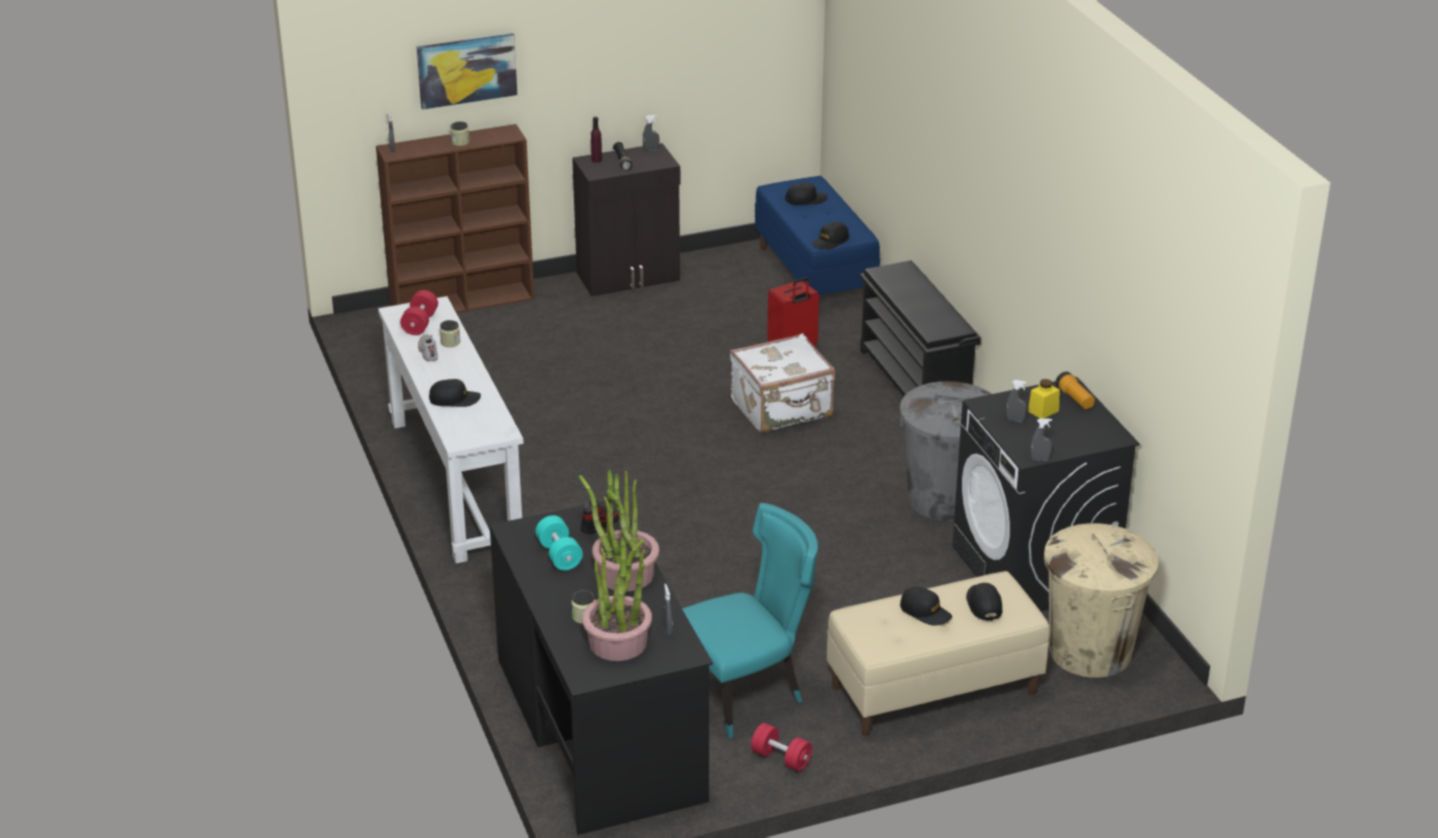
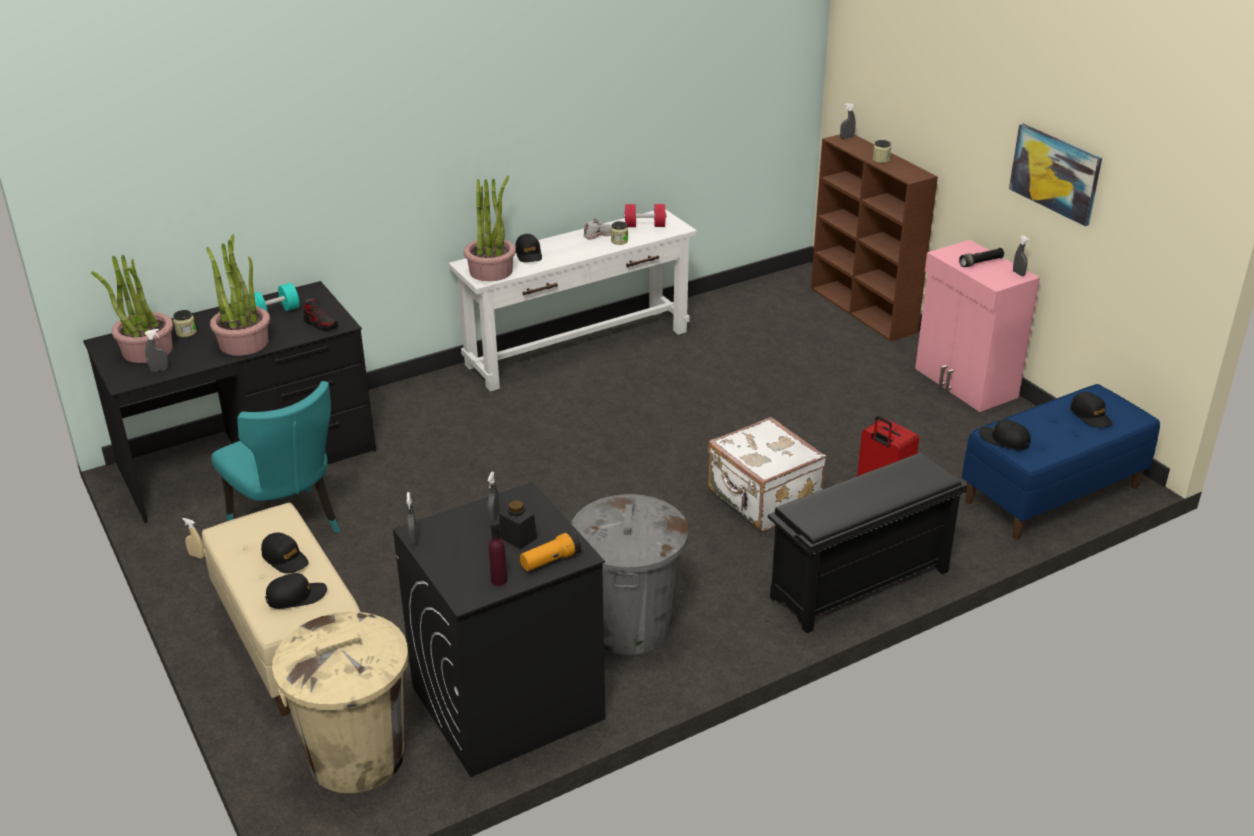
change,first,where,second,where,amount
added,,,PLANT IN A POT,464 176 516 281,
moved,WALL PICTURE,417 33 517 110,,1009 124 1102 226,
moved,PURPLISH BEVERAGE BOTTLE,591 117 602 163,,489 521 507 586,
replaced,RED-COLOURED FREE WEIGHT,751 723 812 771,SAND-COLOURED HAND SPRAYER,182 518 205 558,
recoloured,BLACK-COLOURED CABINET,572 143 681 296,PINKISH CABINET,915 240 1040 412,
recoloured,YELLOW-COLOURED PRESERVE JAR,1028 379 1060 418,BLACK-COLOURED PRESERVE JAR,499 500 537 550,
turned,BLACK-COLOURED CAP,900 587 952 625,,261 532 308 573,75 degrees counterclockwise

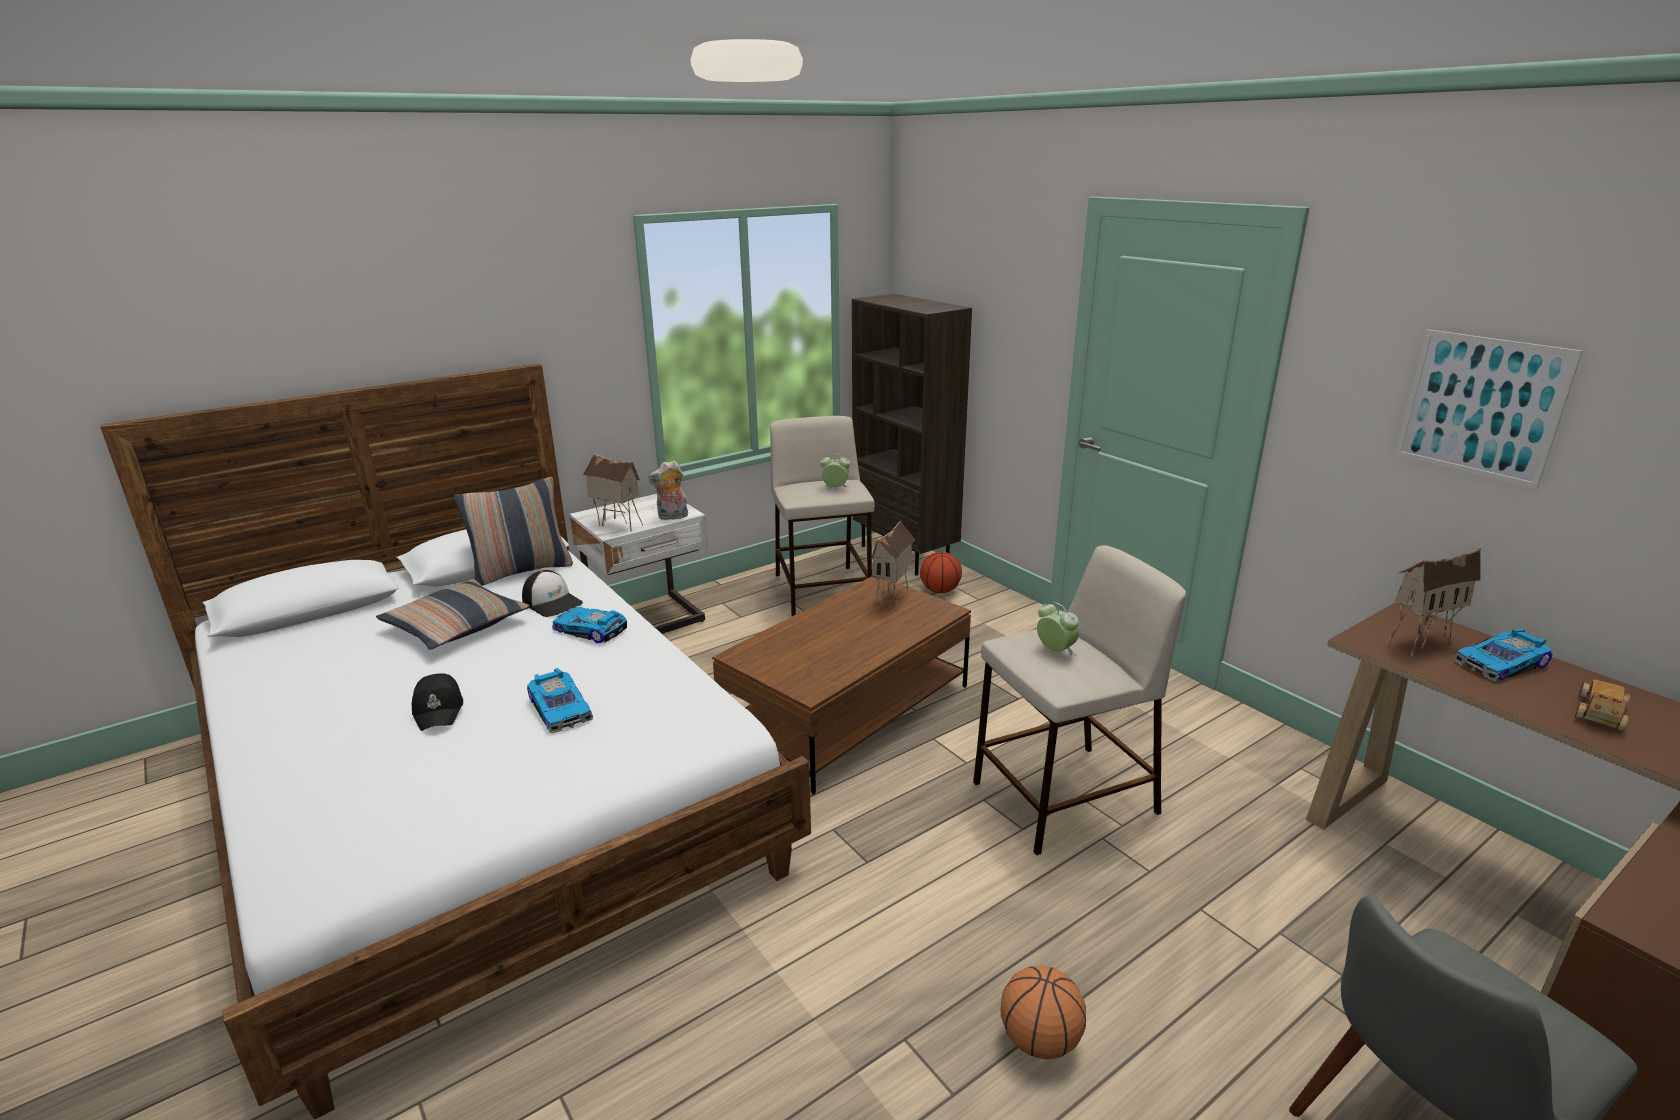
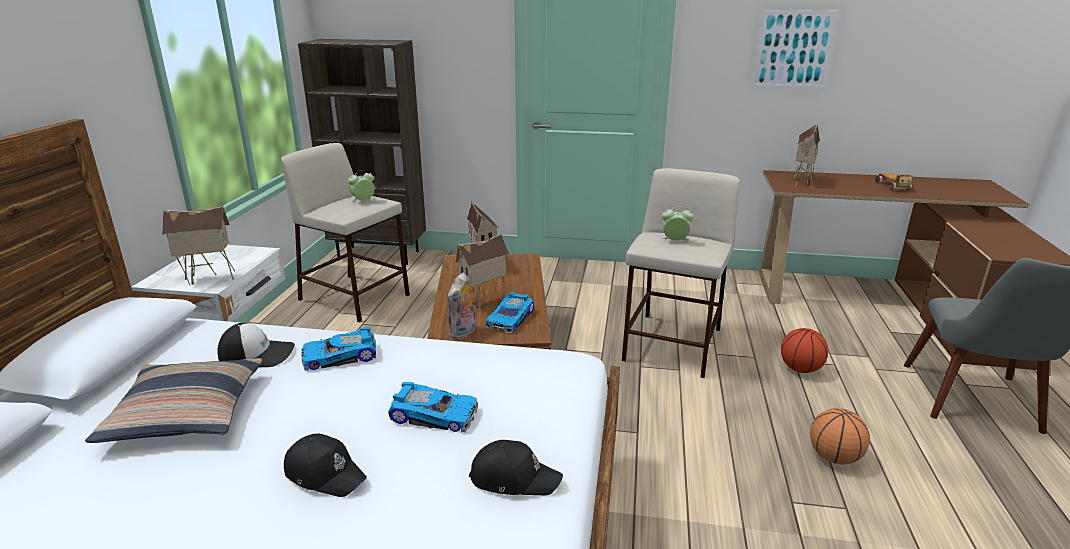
change,first,where,second,where,amount
removed,PILLOW,454 477 573 586,,,
added,,,MODEL HOUSE,456 234 510 311,
added,,,BLACK-COLOURED CAP,469 440 563 495,
moved,SOFT TOY,649 460 688 520,,447 273 476 339,
moved,BASKETBALL,920 552 962 593,,781 328 828 373,
moved,TOY CAR,1453 628 1553 681,,485 291 534 333,

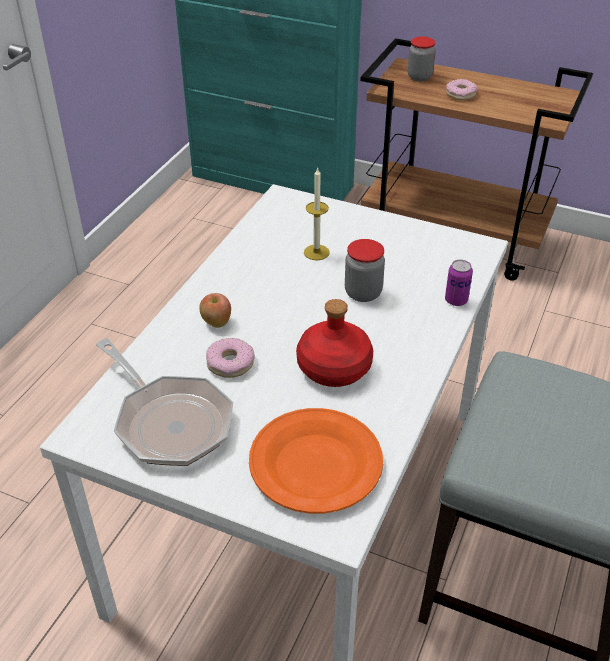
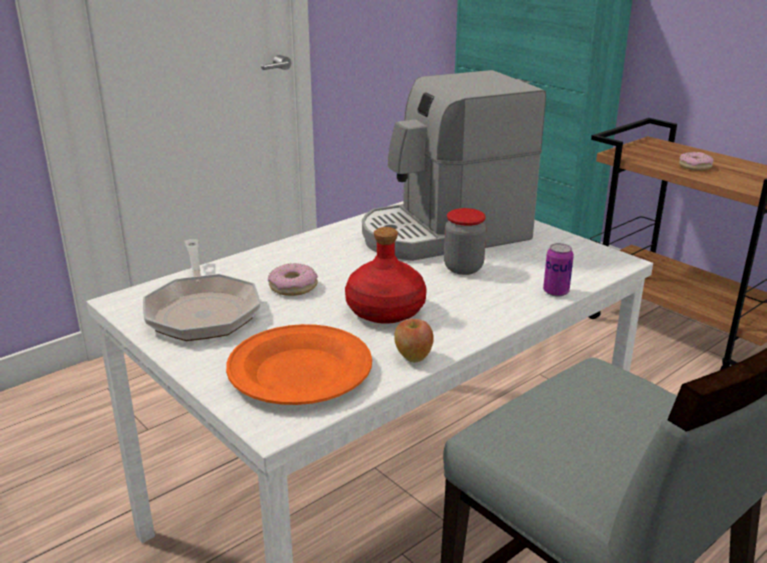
change,first,where,second,where,amount
removed,PRESERVE JAR,408 36 436 81,,,
moved,APPLE,199 293 231 328,,394 319 434 362,
replaced,CANDLE,304 168 330 260,COFFEE BREWER,362 70 546 261,

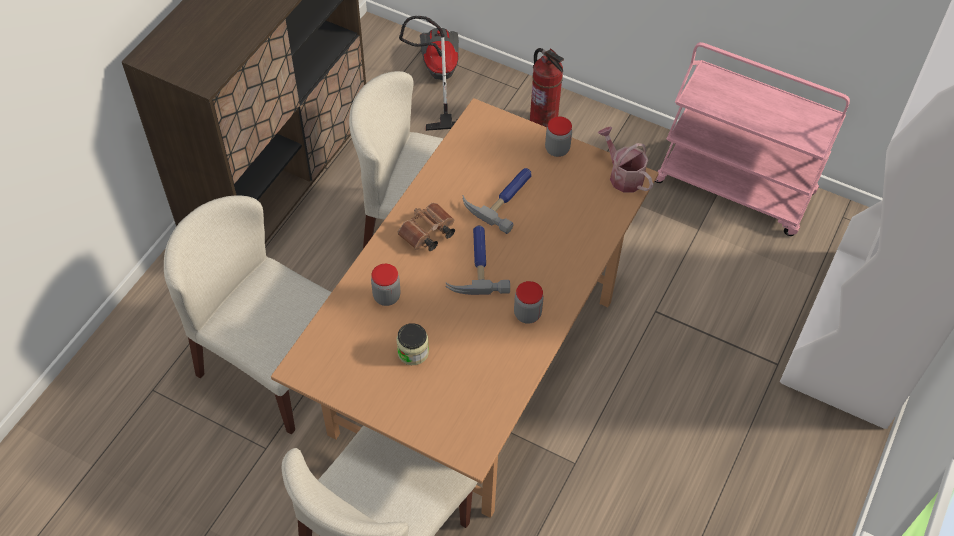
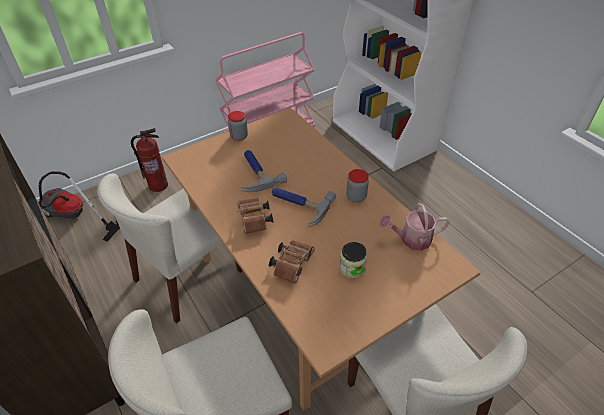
change,first,where,second,where,amount
moved,WATERING CAN,598 127 653 192,,380 203 449 251,
replaced,PRESERVE JAR,371 264 401 306,BROWNISH BINOCULARS,269 240 315 284,

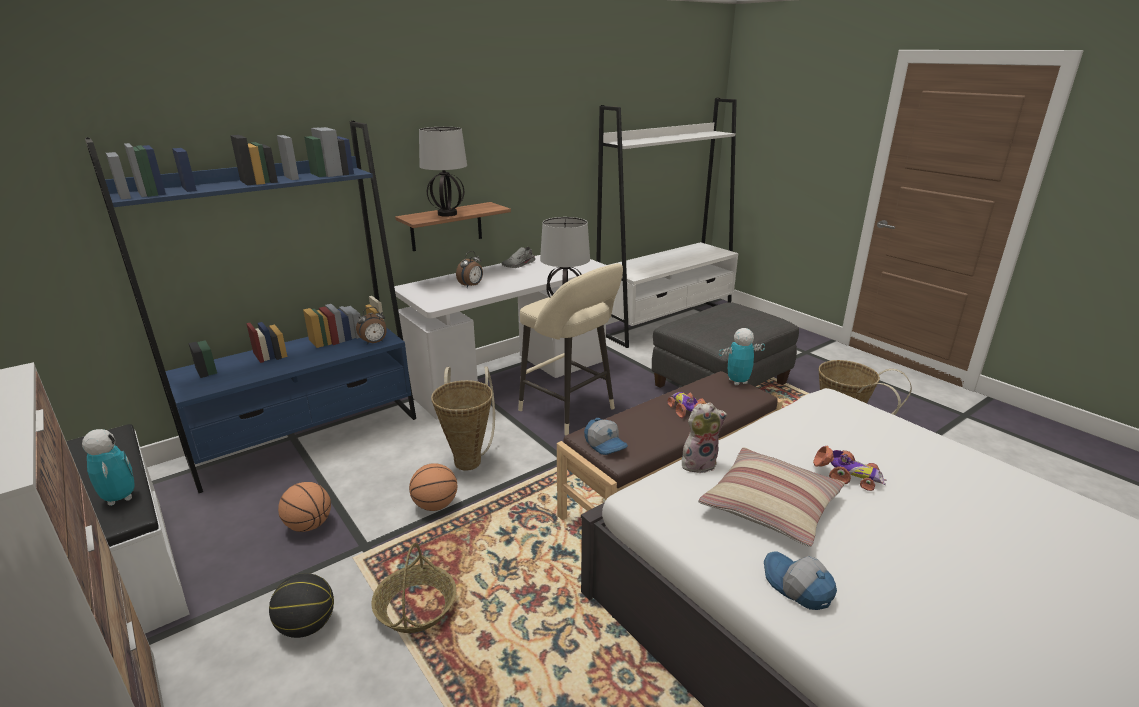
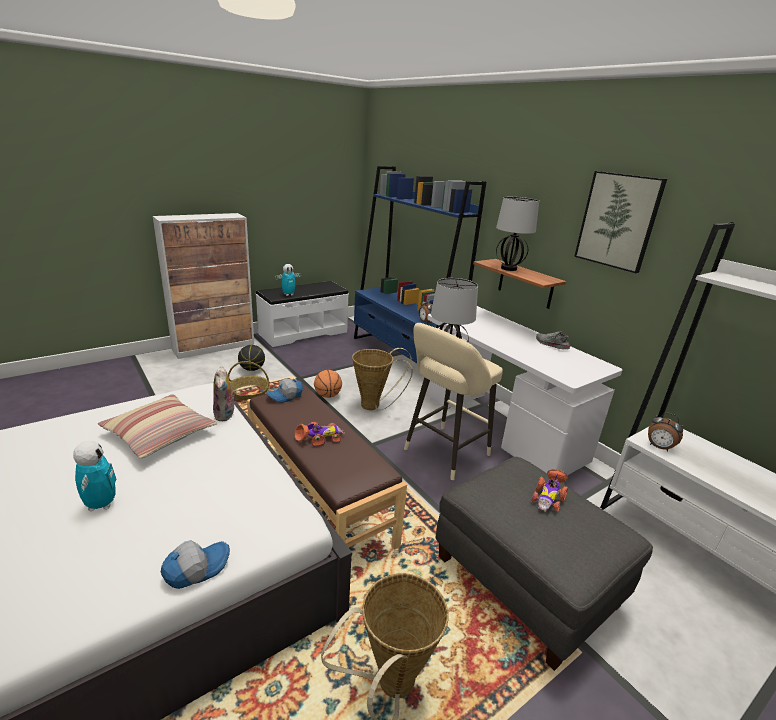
change,first,where,second,where,amount
removed,BASKETBALL,278 482 331 532,,,
added,,,WALL PICTURE,574 171 667 273,
moved,TABLE CLOCK,456 251 483 288,,648 413 683 452,
moved,MODEL ROBOT,719 328 765 385,,73 441 116 511,
moved,CAP,764 551 837 610,,161 540 230 589,
moved,TOY CAR,813 446 887 491,,531 469 568 512,

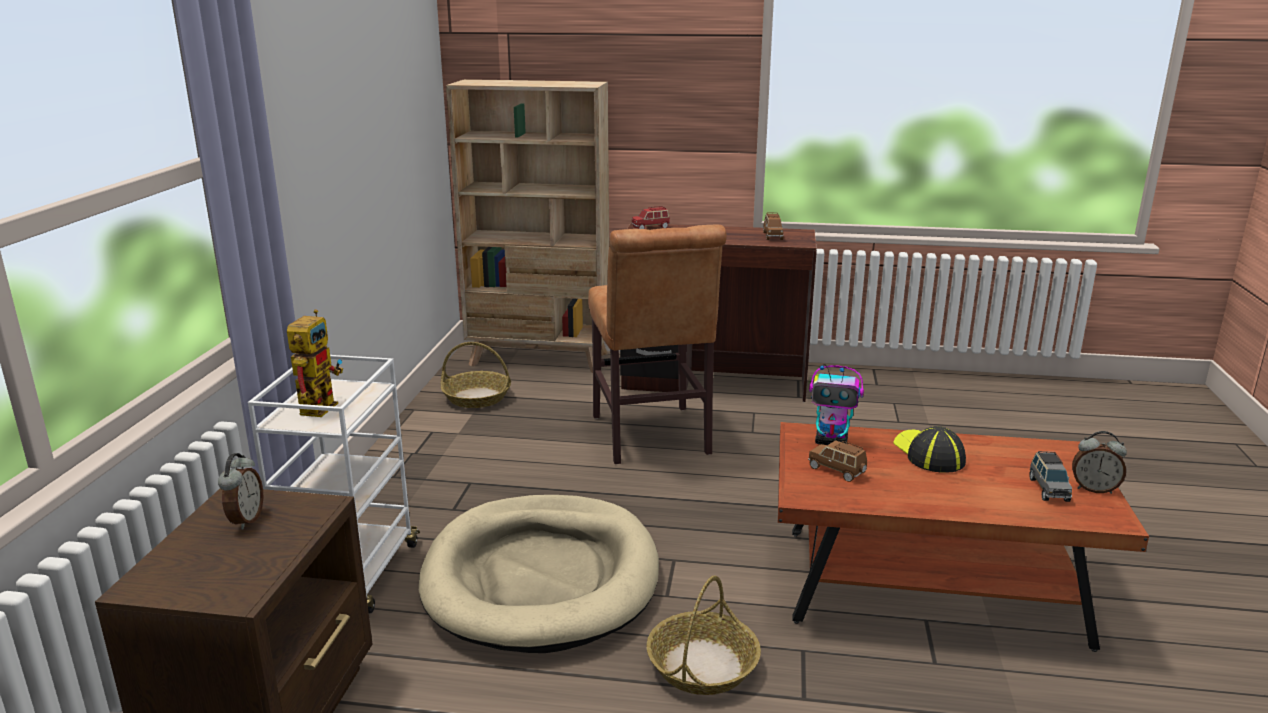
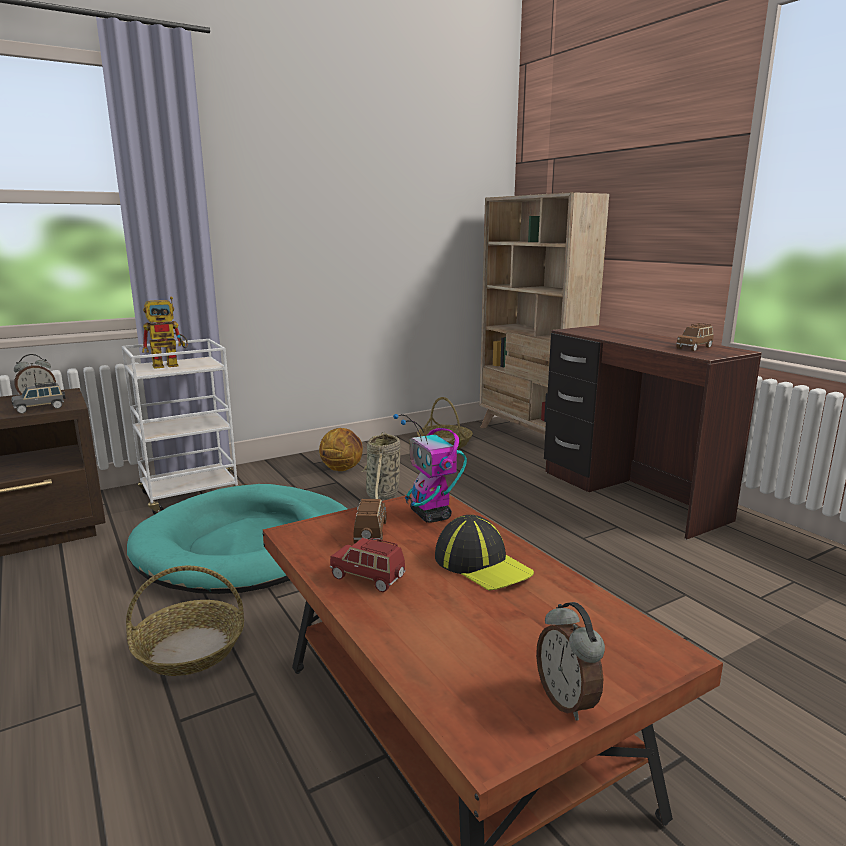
change,first,where,second,where,amount
removed,BROWNISH UPRIGHT CHAIR,588 225 727 464,,,
added,,,BASKETBALL,319 428 363 471,
added,,,HOUSEHOLD BASKET,361 432 401 499,
moved,RED-COLOURED TOY CAR,632 206 670 229,,330 538 405 592,
moved,GREY TOY CAR,1029 451 1072 502,,11 381 66 413,
recoloured,SAND-COLOURED DOG BED,419 495 659 653,TURQUOISE-COLOURED DOG BED,127 484 347 594,
turned,CAP,893 426 966 473,,435 515 534 591,105 degrees clockwise

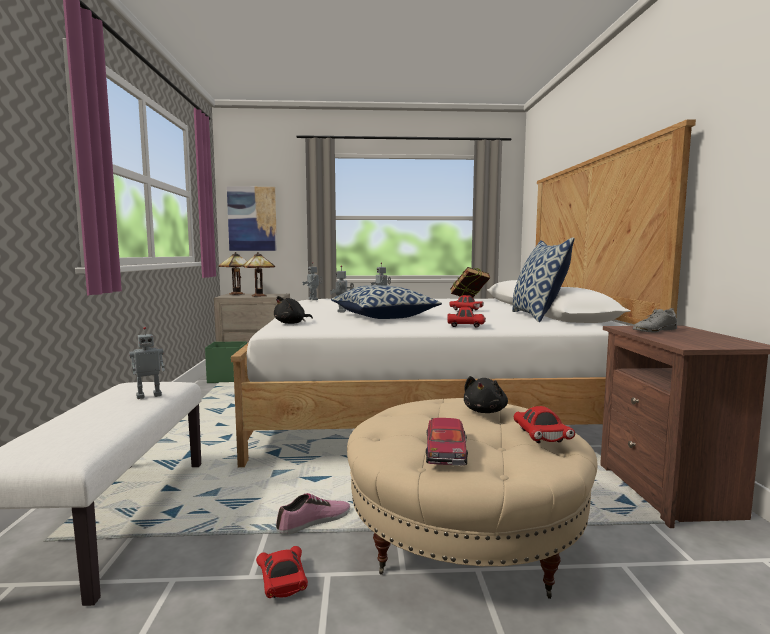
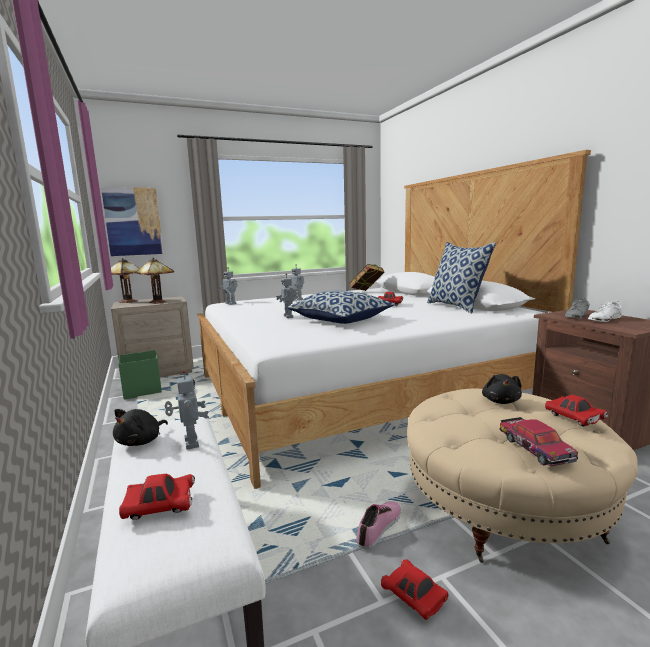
change,first,where,second,where,amount
added,,,WHITE-COLOURED SHOE,588 301 622 322,
moved,BLACK-COLOURED SOFT TOY,274 296 313 324,,113 409 168 446,
moved,RED-COLOURED TOY CAR,447 307 486 328,,119 474 195 520,
turned,MODEL ROBOT,129 327 165 399,,165 370 209 450,60 degrees counterclockwise

